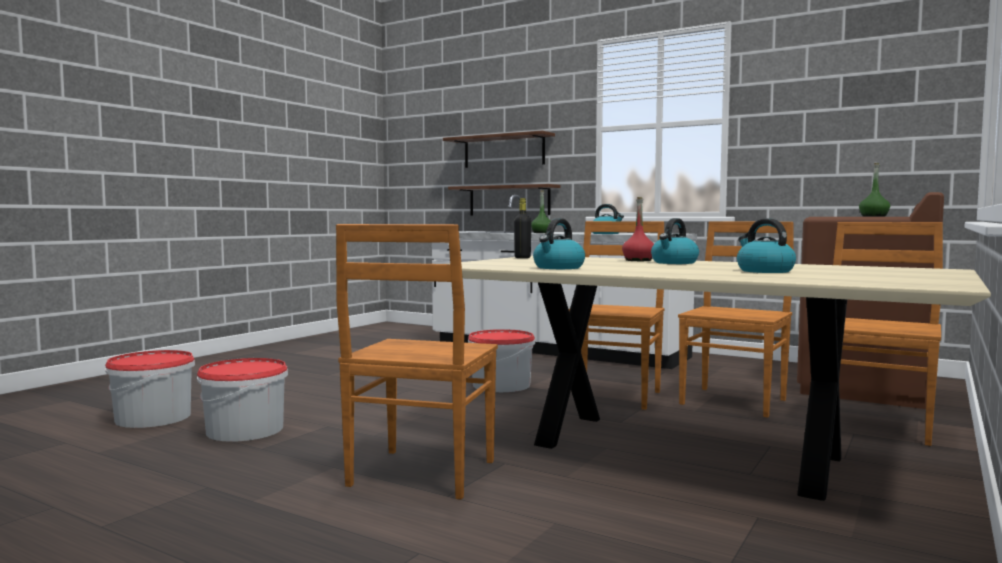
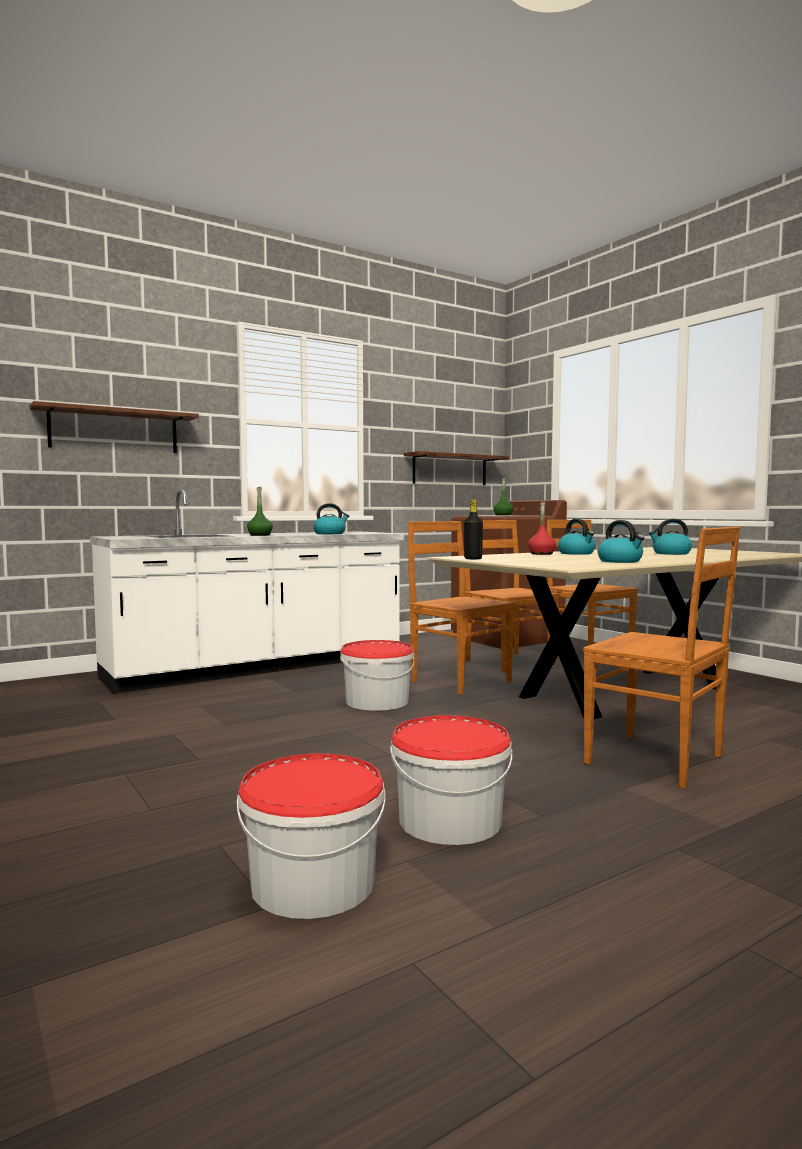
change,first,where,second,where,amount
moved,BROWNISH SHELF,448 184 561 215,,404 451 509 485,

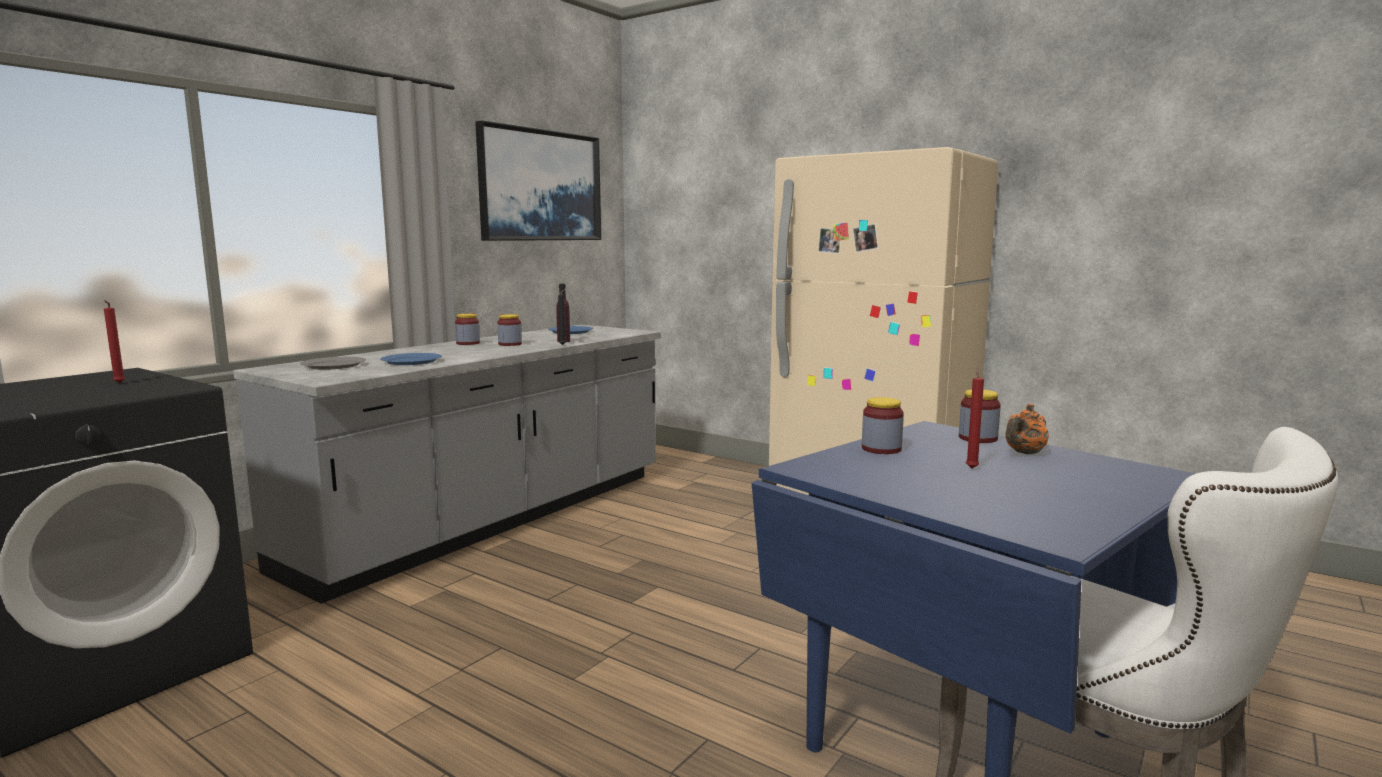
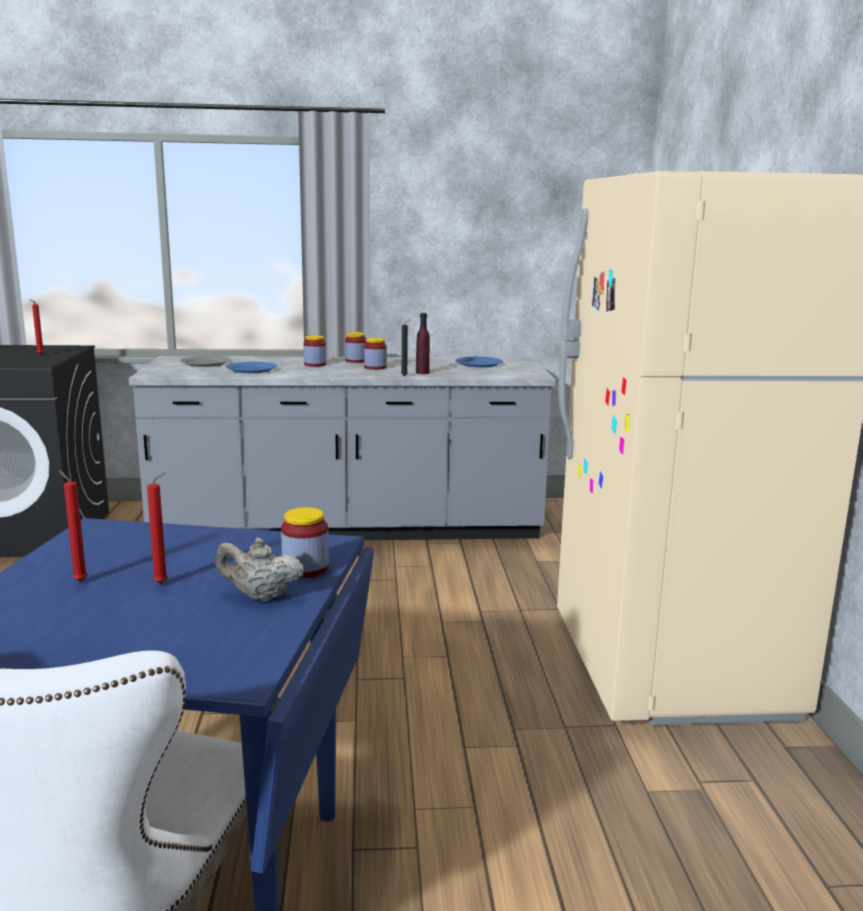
change,first,where,second,where,amount
removed,WALL PICTURE,475 121 601 241,,,
added,,,RED-COLOURED CANDLE,59 470 88 582,
moved,PRESERVE JAR,862 397 904 454,,303 335 326 367,
recoloured,ORANGE-COLOURED TEAPOT,1005 404 1049 454,SAND-COLOURED TEAPOT,215 538 304 601,

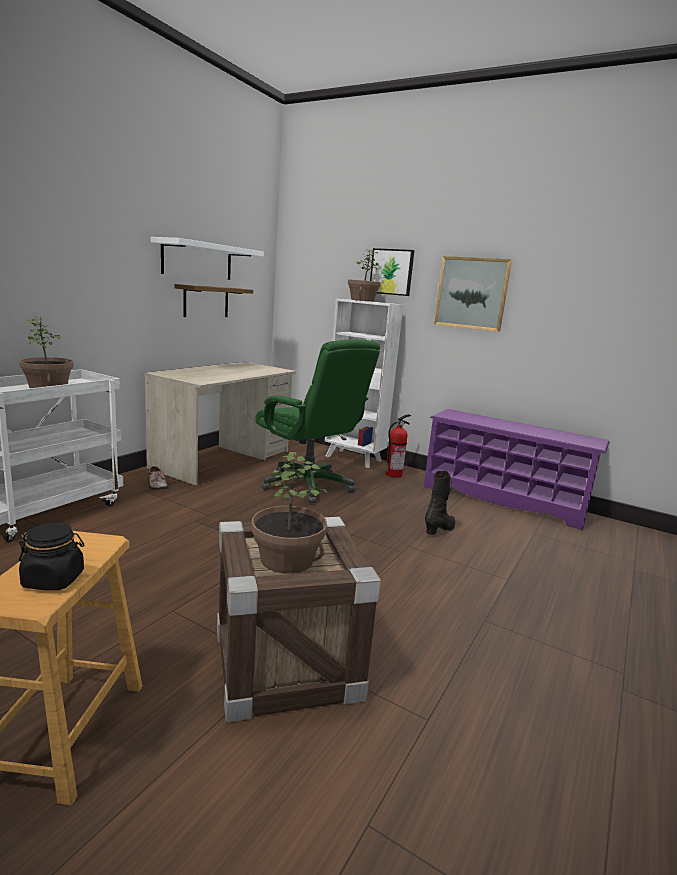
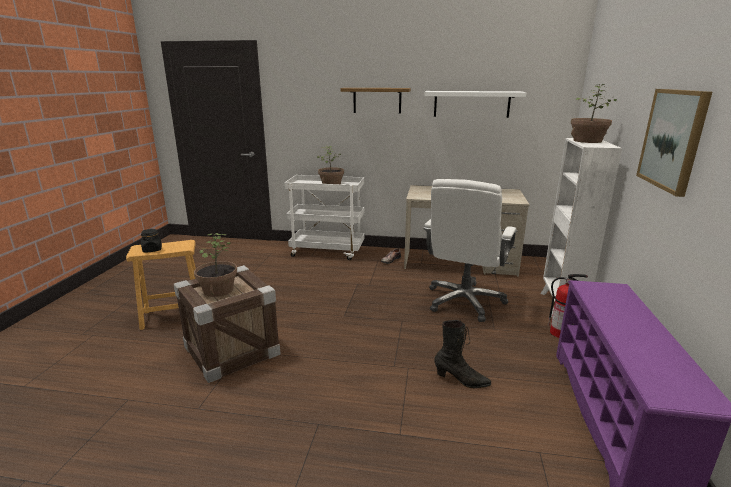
change,first,where,second,where,amount
removed,WALL PICTURE,370 248 415 296,,,
moved,SHELF,175 284 253 317,,340 88 411 113,
recoloured,GREENISH DESK CHAIR,255 339 380 503,WHITE-COLOURED DESK CHAIR,423 179 516 322,

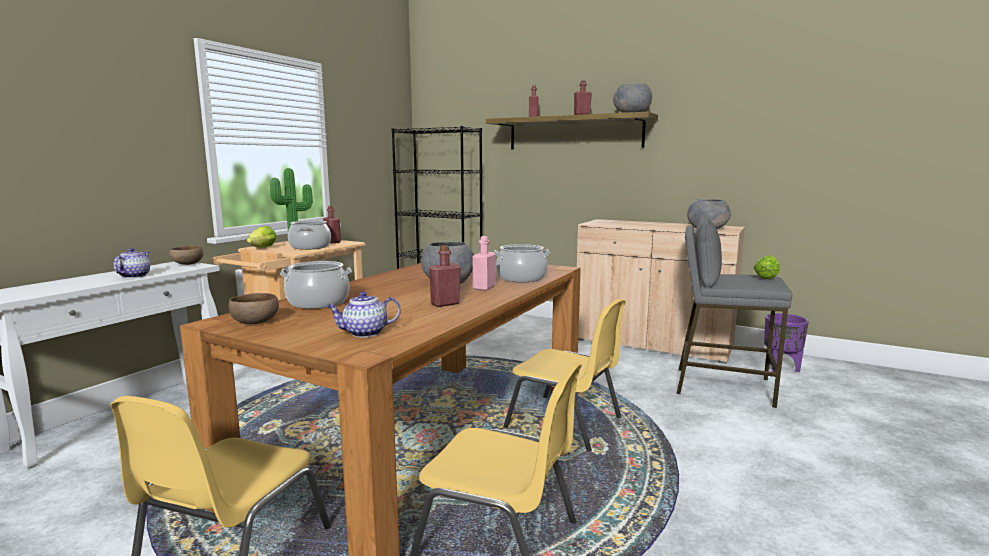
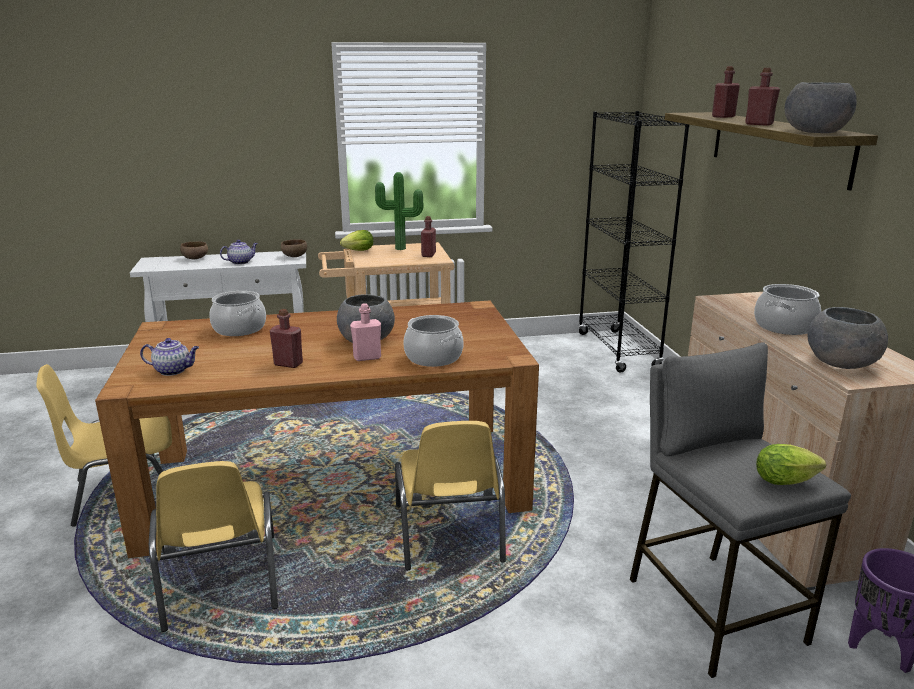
change,first,where,second,where,amount
moved,BROWNISH BOWL,229 293 279 324,,180 242 208 259,
moved,STOCKPOT,288 220 331 250,,754 284 821 335,
turned,TEAPOT,327 291 401 337,,140 338 199 376,150 degrees clockwise

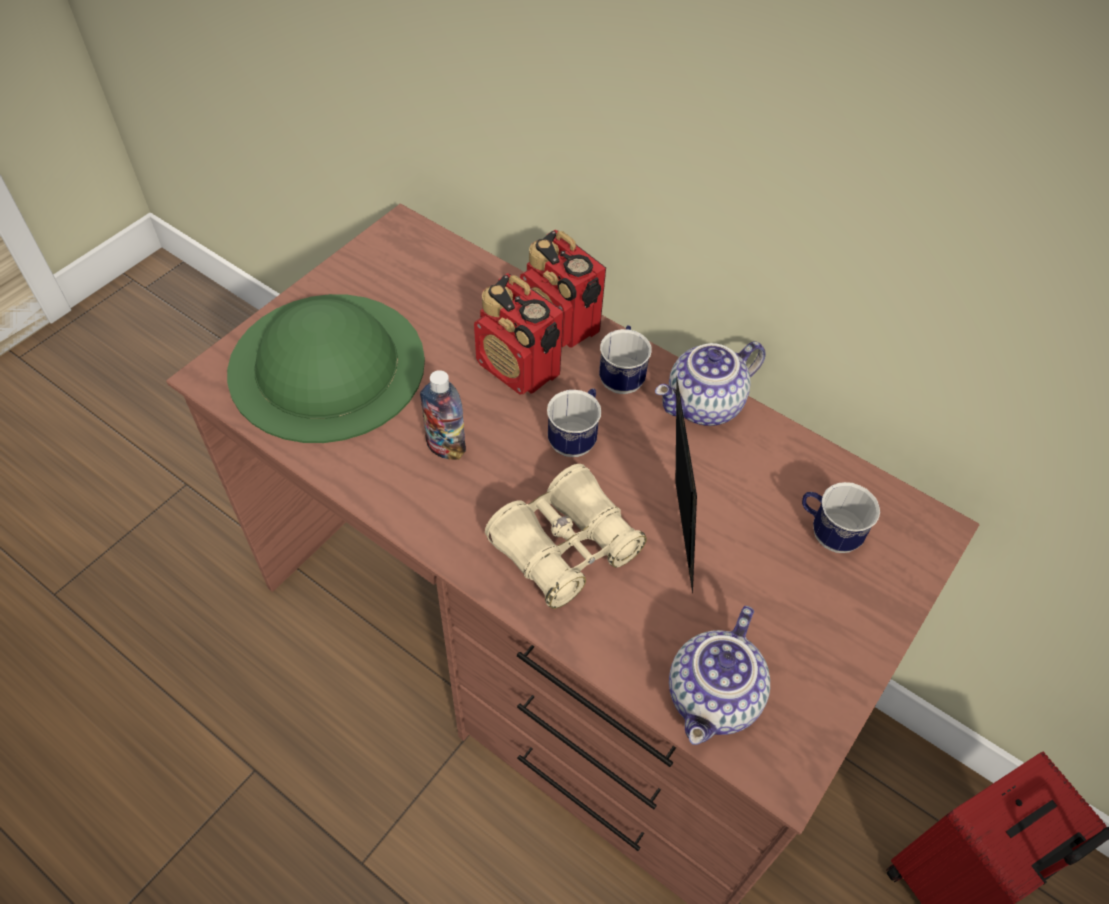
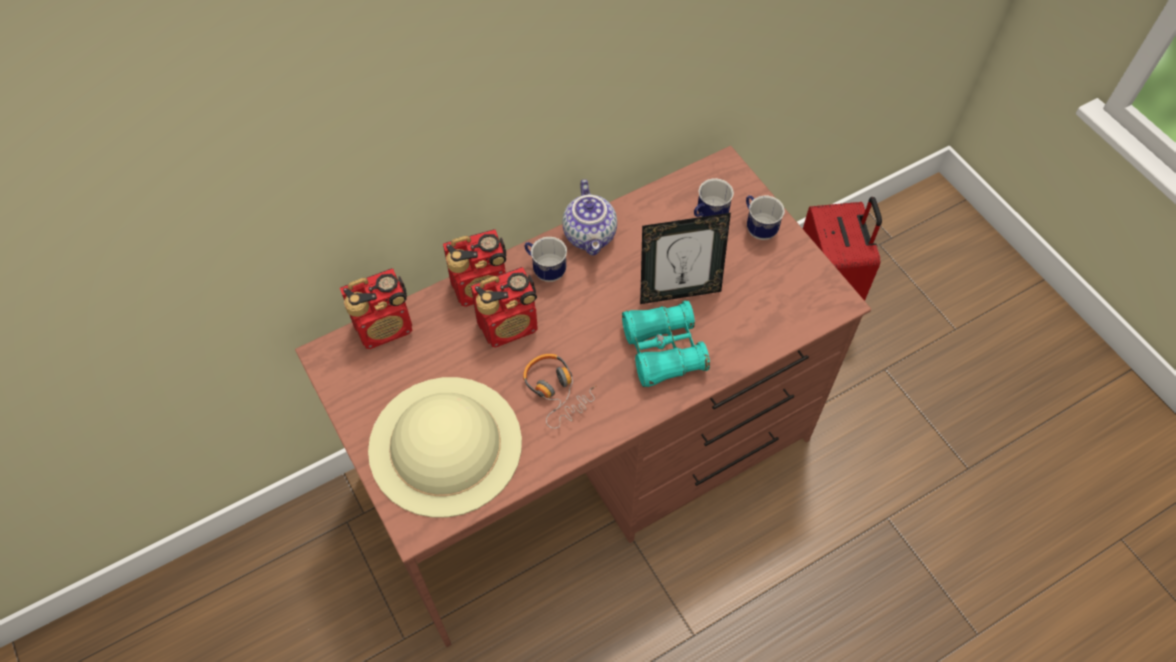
change,first,where,second,where,amount
removed,TEAPOT,669 606 770 745,,,
added,,,RADIO,340 268 413 349,
moved,COFFEE MUG,547 388 601 457,,746 195 785 240,
replaced,BEVERAGE BOTTLE,420 370 466 460,HEADSET,523 354 597 429,
recoloured,GREENISH WEARABLE HAT,227 294 425 443,SAND-COLOURED WEARABLE HAT,368 377 522 518,
recoloured,SAND-COLOURED BINOCULARS,485 464 647 609,TURQUOISE-COLOURED BINOCULARS,622 300 710 387,
turned,PHOTO FRAME,676 380 697 594,,640 213 731 304,150 degrees clockwise

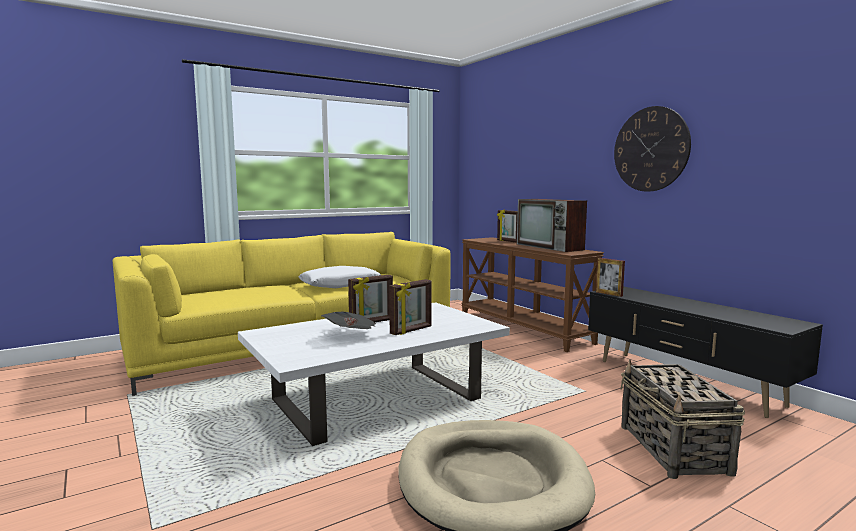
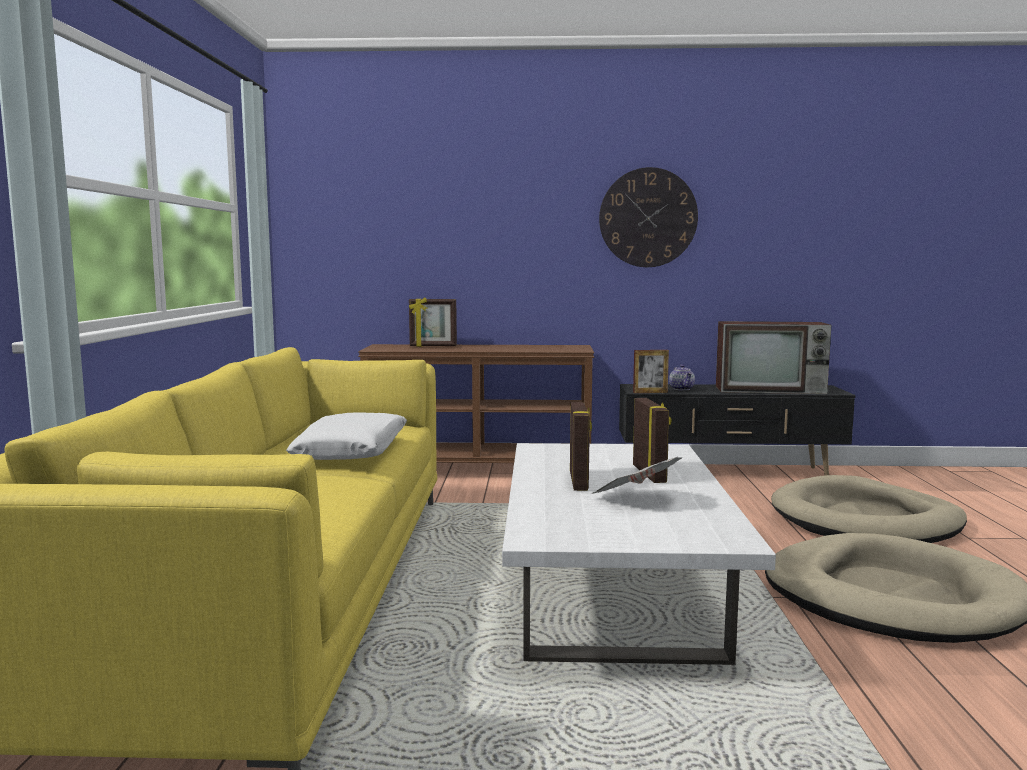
change,first,where,second,where,amount
added,,,TEAPOT,669 364 695 391,
moved,TV SET,517 199 587 252,,716 321 831 394,
replaced,HOUSEHOLD BASKET,621 360 745 479,SAND-COLOURED DOG BED,771 475 967 543,

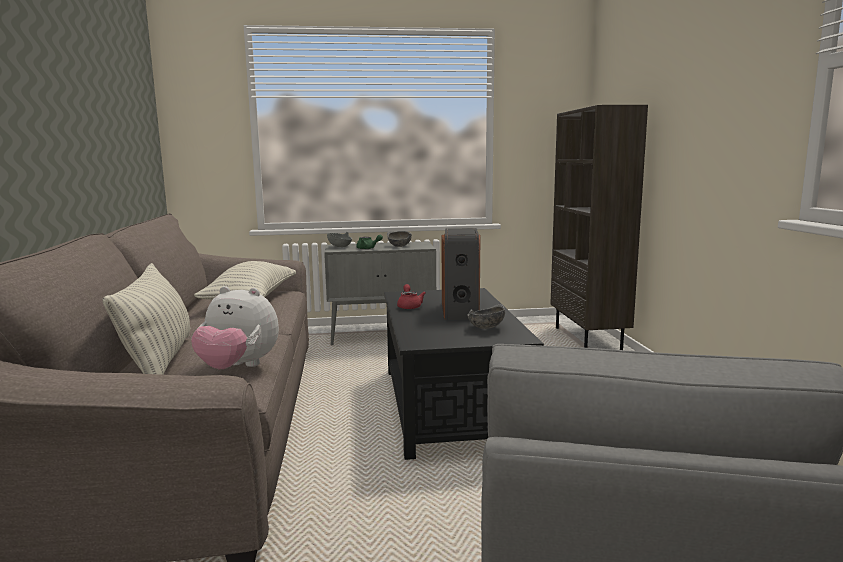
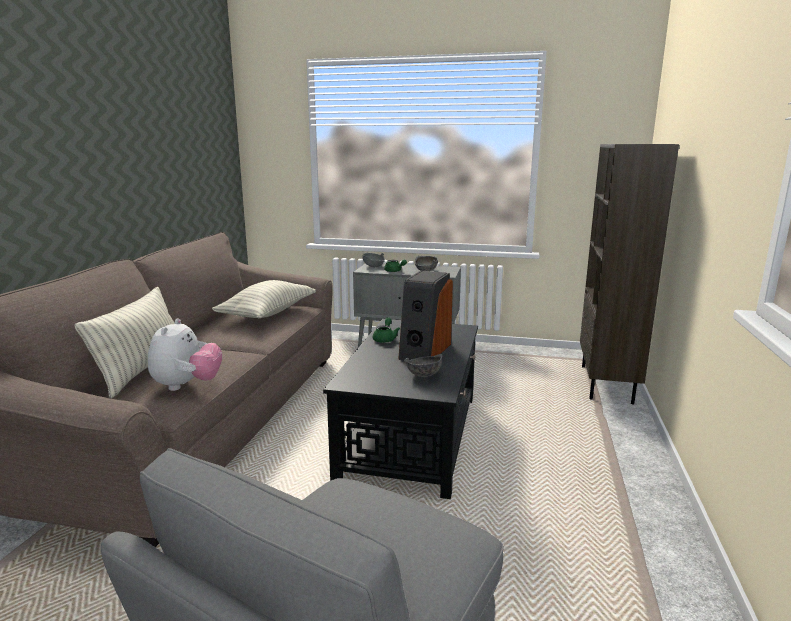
change,first,where,second,where,amount
recoloured,RED-COLOURED TEAPOT,397 284 426 309,GREENISH TEAPOT,373 317 400 343,
turned,SOFT TOY,191 286 279 369,,148 318 222 391,120 degrees counterclockwise

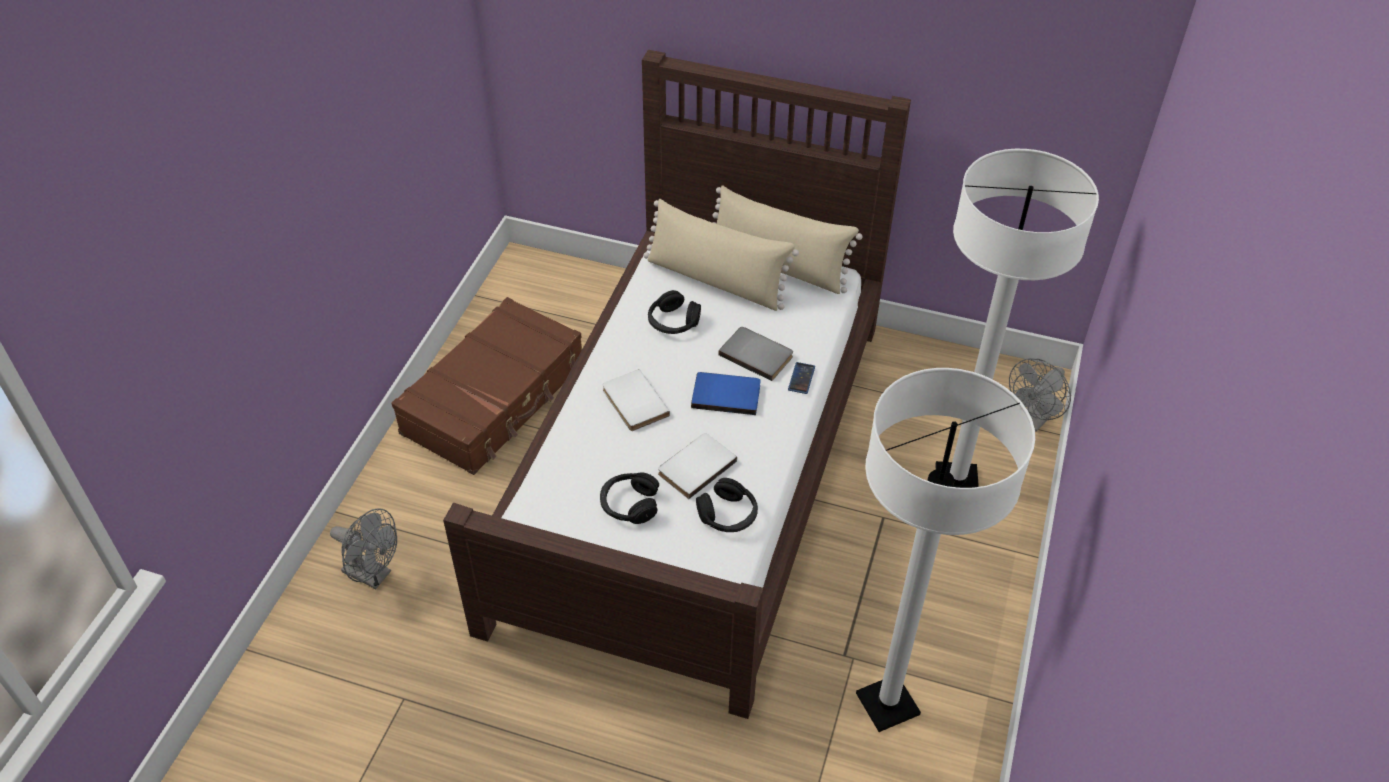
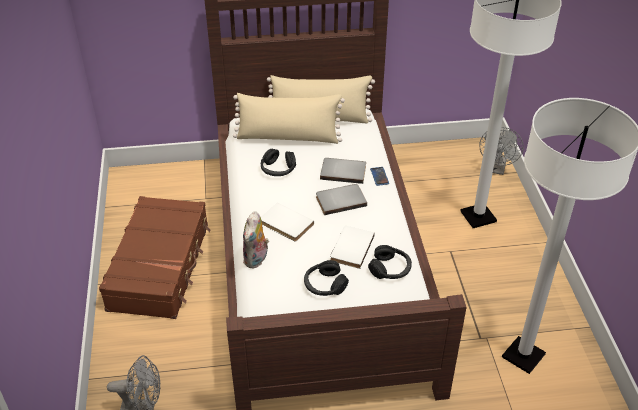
change,first,where,second,where,amount
added,,,SOFT TOY,243 211 269 269,
recoloured,BLUE BOOK,691 372 761 415,GREY BOOK,316 184 367 215,

